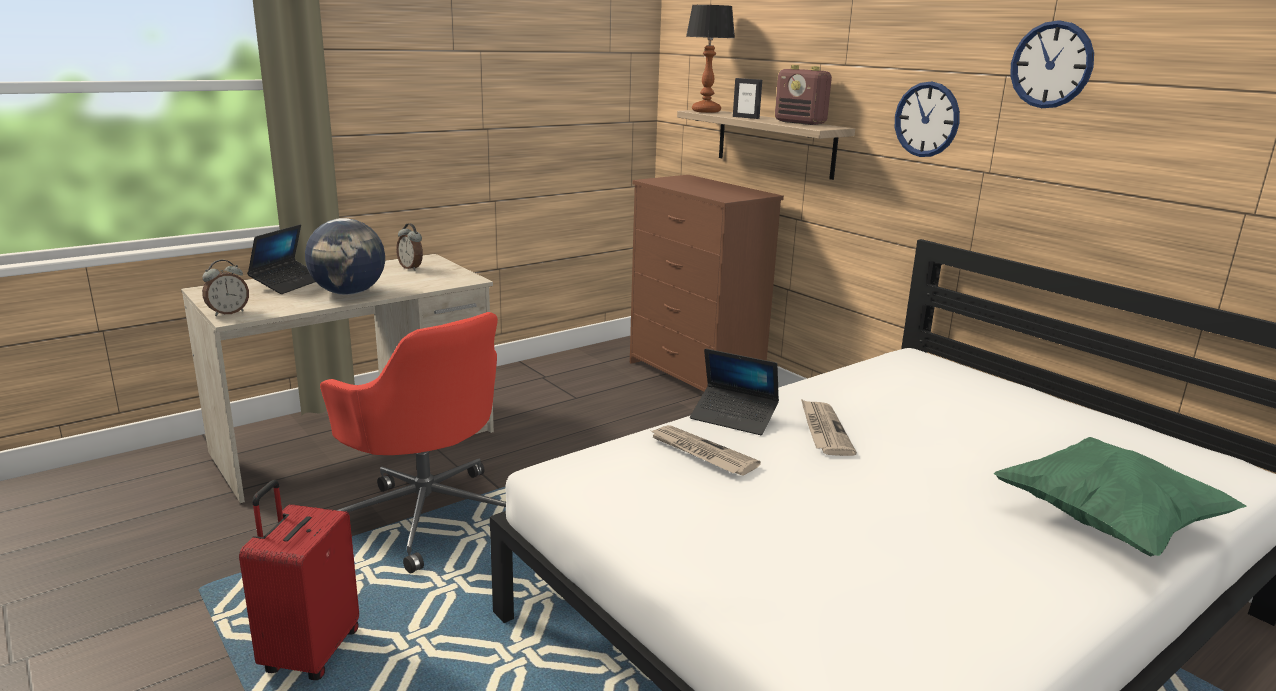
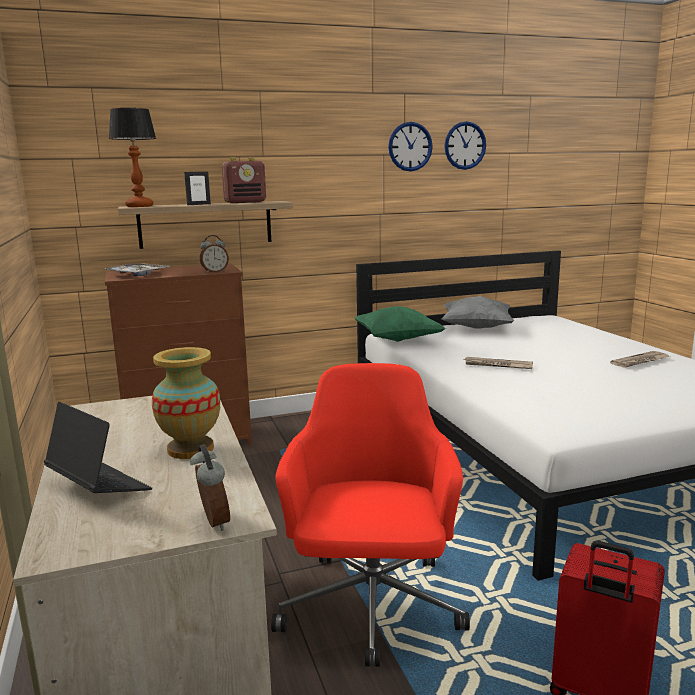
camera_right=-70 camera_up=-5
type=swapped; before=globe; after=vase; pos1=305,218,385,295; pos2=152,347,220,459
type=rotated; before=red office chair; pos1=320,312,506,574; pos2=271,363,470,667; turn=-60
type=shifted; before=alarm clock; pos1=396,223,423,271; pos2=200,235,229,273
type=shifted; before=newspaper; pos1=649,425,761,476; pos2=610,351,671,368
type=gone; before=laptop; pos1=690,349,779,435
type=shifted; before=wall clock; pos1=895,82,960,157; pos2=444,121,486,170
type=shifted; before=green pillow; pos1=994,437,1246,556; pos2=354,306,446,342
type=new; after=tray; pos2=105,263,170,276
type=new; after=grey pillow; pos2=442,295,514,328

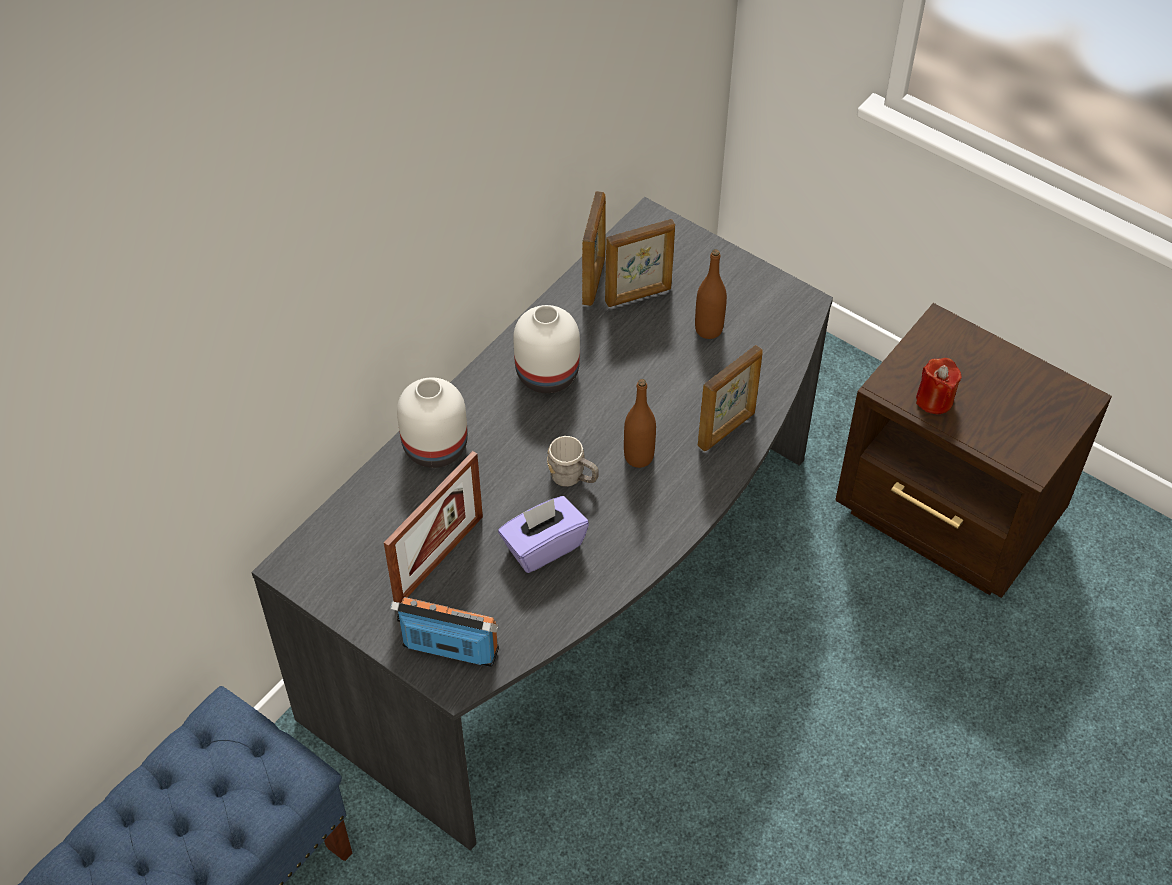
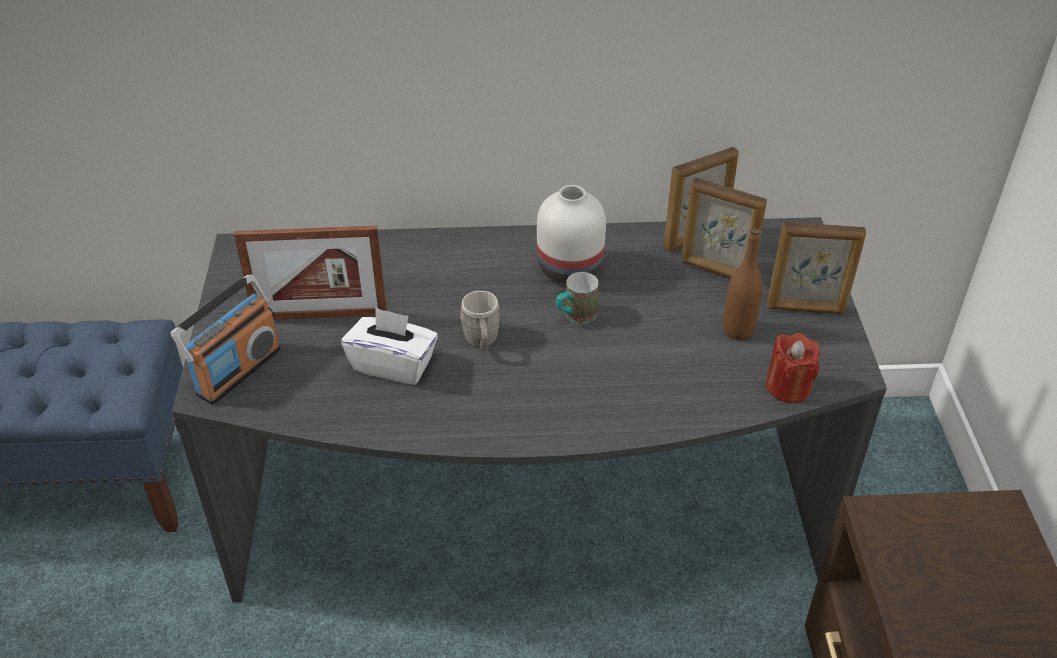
camera_right=50 camera_up=-10
type=rotated; before=radio; pos1=390,597,499,667; pos2=170,274,281,405; turn=60
type=gone; before=white vase; pos1=397,378,468,468
type=repainted; before=purple tissue box; after=white tissue box; pos1=498,496,589,573; pos2=341,307,438,385
type=gone; before=brown bottle; pos1=624,379,656,468
type=shifted; before=picture frame; pos1=698,345,763,451; pos2=767,221,866,314
type=shifted; before=red candle; pos1=916,358,962,414; pos2=766,333,820,403
type=new; after=mug; pos2=556,272,599,324

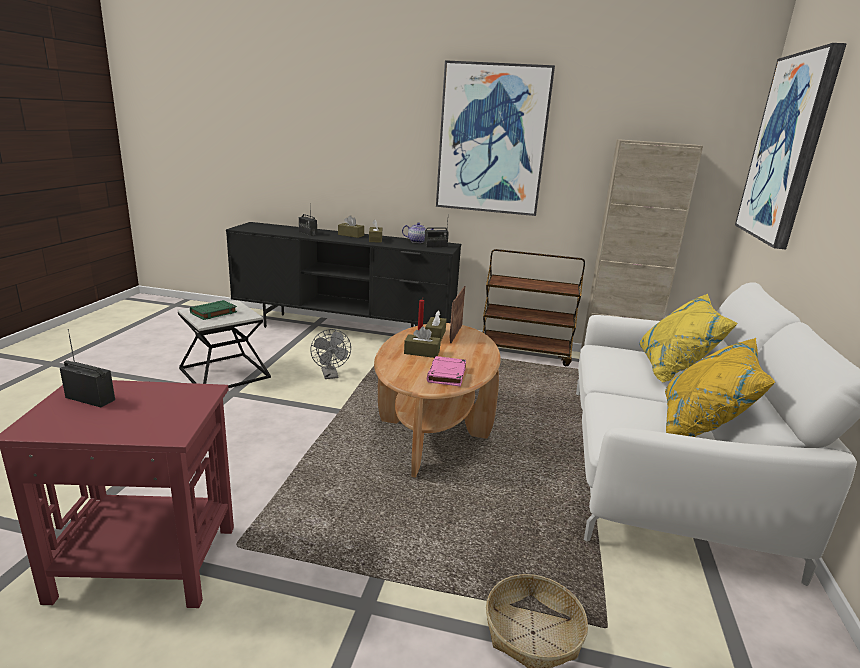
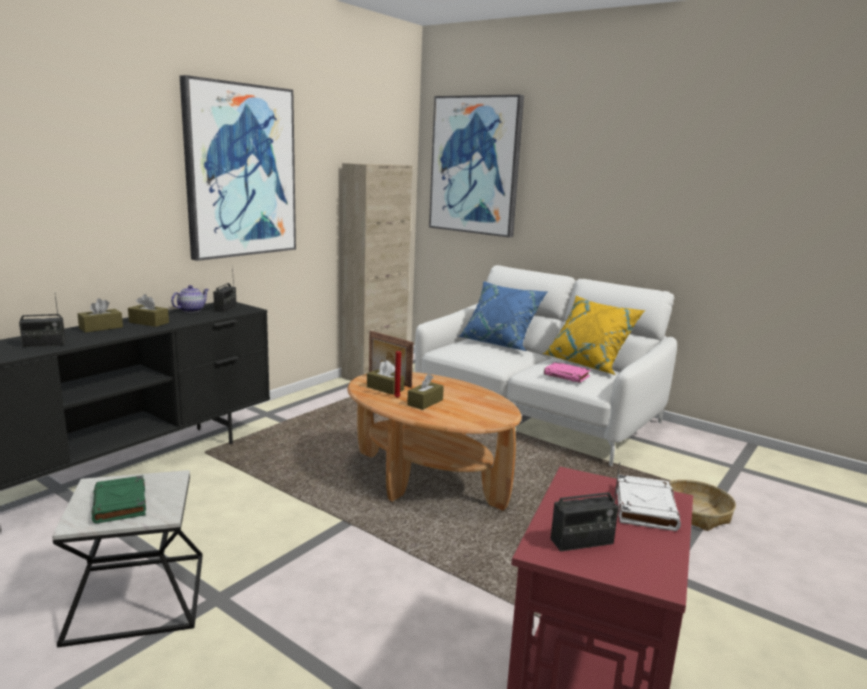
camera_right=-65 camera_up=-5
type=rotated; before=radio; pos1=60,329,115,407; pos2=551,462,620,552; turn=-150
type=gone; before=grey fan; pos1=310,329,351,379
type=shifted; before=pink book; pos1=427,356,466,387; pos2=544,362,591,383
type=gone; before=brown cart; pos1=483,249,585,366
type=repainted; before=yellow pillow; after=blue pillow; pos1=639,293,738,383; pos2=458,281,547,351
type=new; after=white book; pos2=616,475,681,531

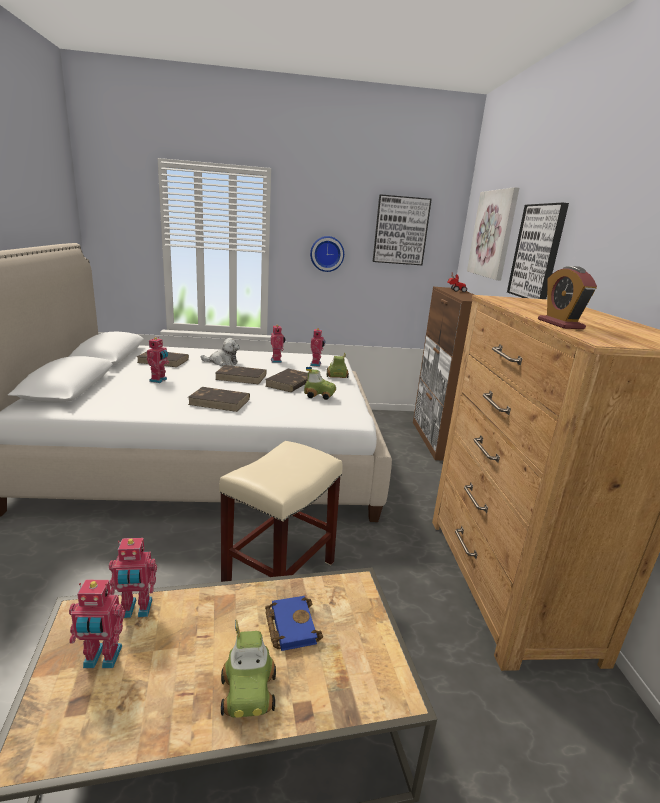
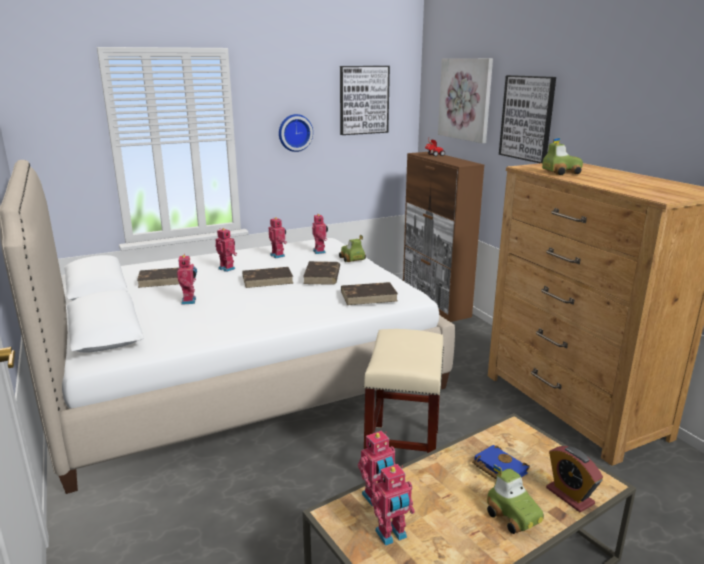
camera_right=-20 camera_up=0
type=shifted; before=brown book; pos1=188,387,250,412; pos2=341,282,398,305
type=swapped; before=plush toy; after=toy robot; pos1=201,338,239,366; pos2=215,228,237,272
type=shifted; before=toy car; pos1=304,367,336,400; pos2=542,138,583,175
type=shifted; before=alarm clock; pos1=538,266,597,329; pos2=546,446,603,513

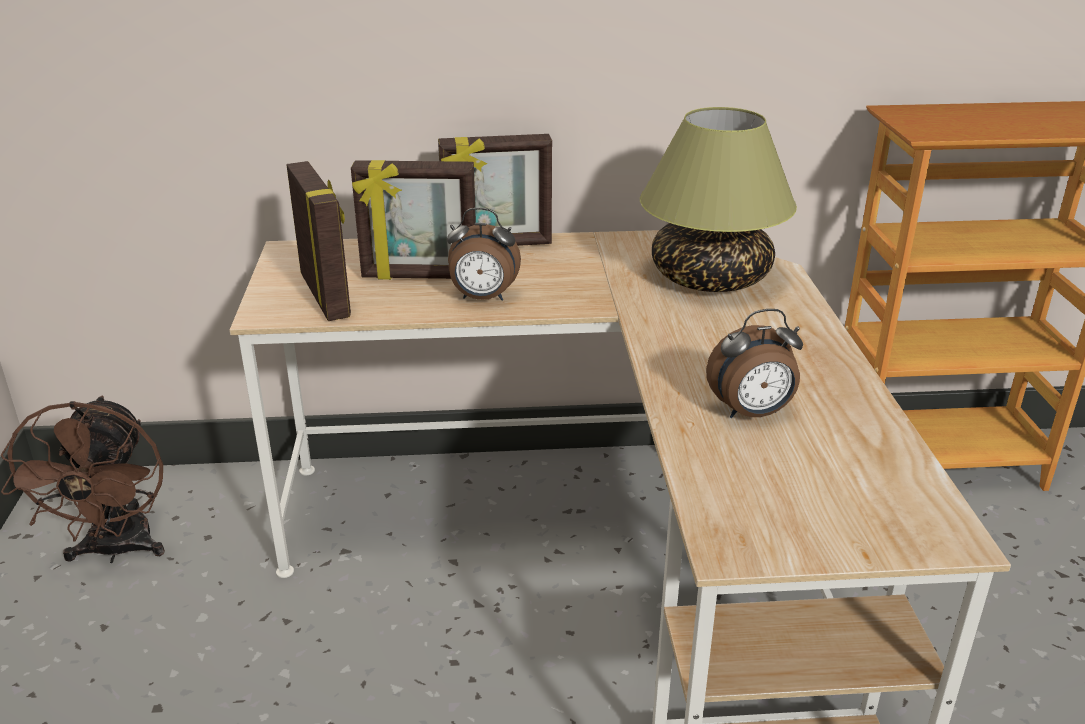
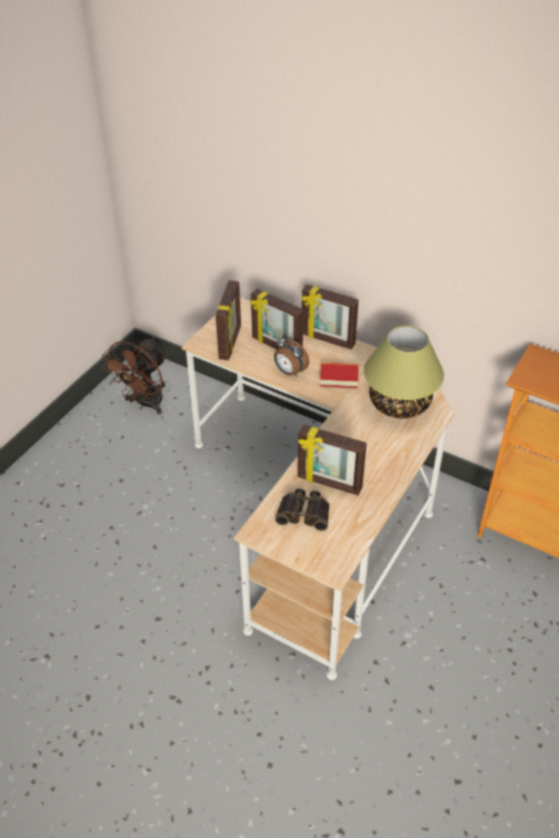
camera_right=35 camera_up=15
type=swapped; before=alarm clock; after=picture frame; pos1=706,309,803,418; pos2=298,424,367,496
type=new; after=binoculars; pos2=275,489,330,531
type=new; after=book; pos2=320,363,359,388

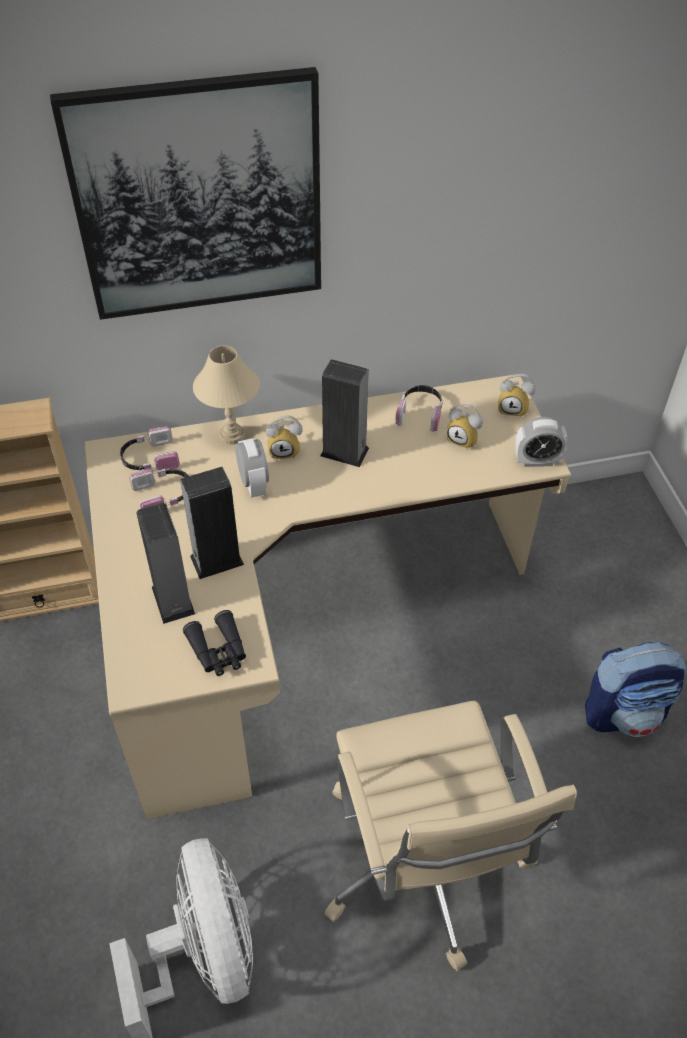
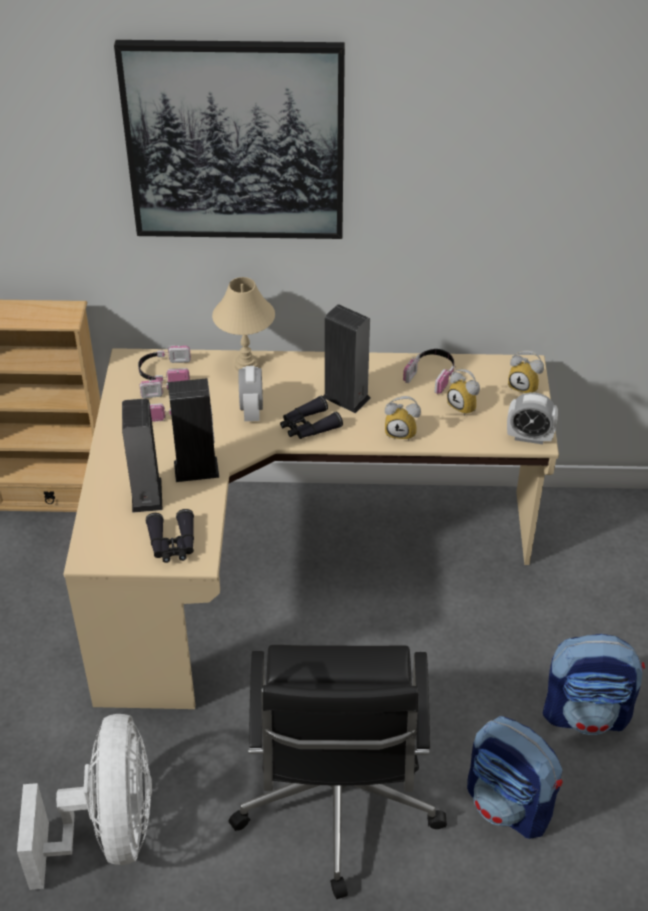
camera_right=15 camera_up=-5
type=shifted; before=alarm clock; pos1=266,415,303,459; pos2=385,396,421,441
type=repainted; before=beige office chair; after=black office chair; pos1=325,701,577,971; pos2=229,645,447,899
type=new; after=black binoculars; pos2=280,396,343,439
type=new; after=backpack; pos2=467,716,563,839

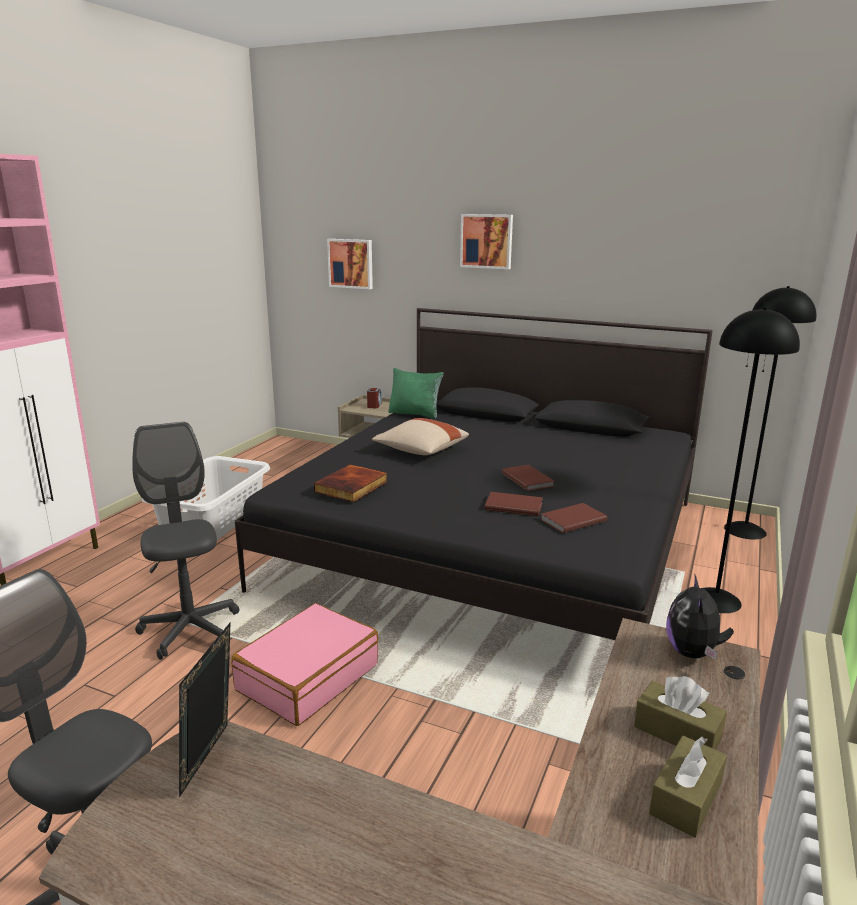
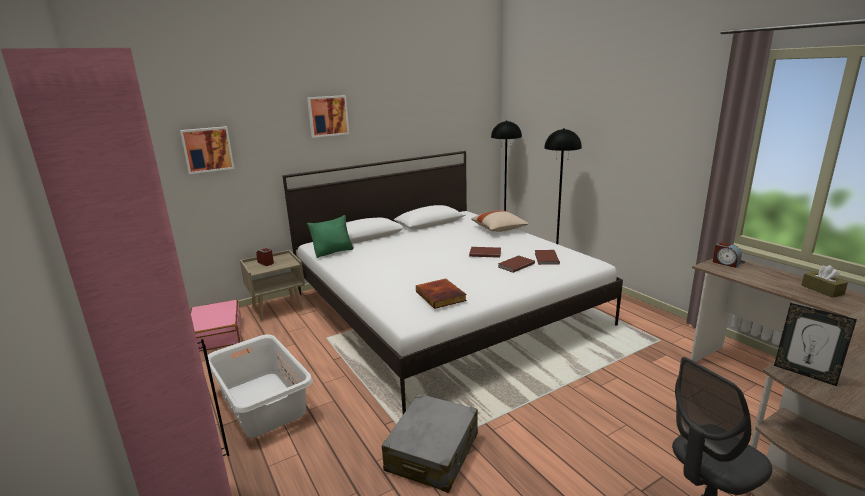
camera_right=-55 camera_up=0
type=swapped; before=grey office chair; after=grey suitcase; pos1=132,422,239,660; pos2=382,393,478,493
type=shifted; before=pink suitcase; pos1=231,603,378,726; pos2=190,300,241,352
type=repainted; before=black bed; after=white bed; pos1=235,308,713,640; pos2=282,151,623,414
type=shifted; before=beige pillow; pos1=372,418,469,455; pos2=471,210,529,232
type=gone; before=brown tissue box; pos1=634,676,727,750
type=swapped; before=plush toy; after=alarm clock; pos1=666,575,734,660; pos2=713,242,742,268

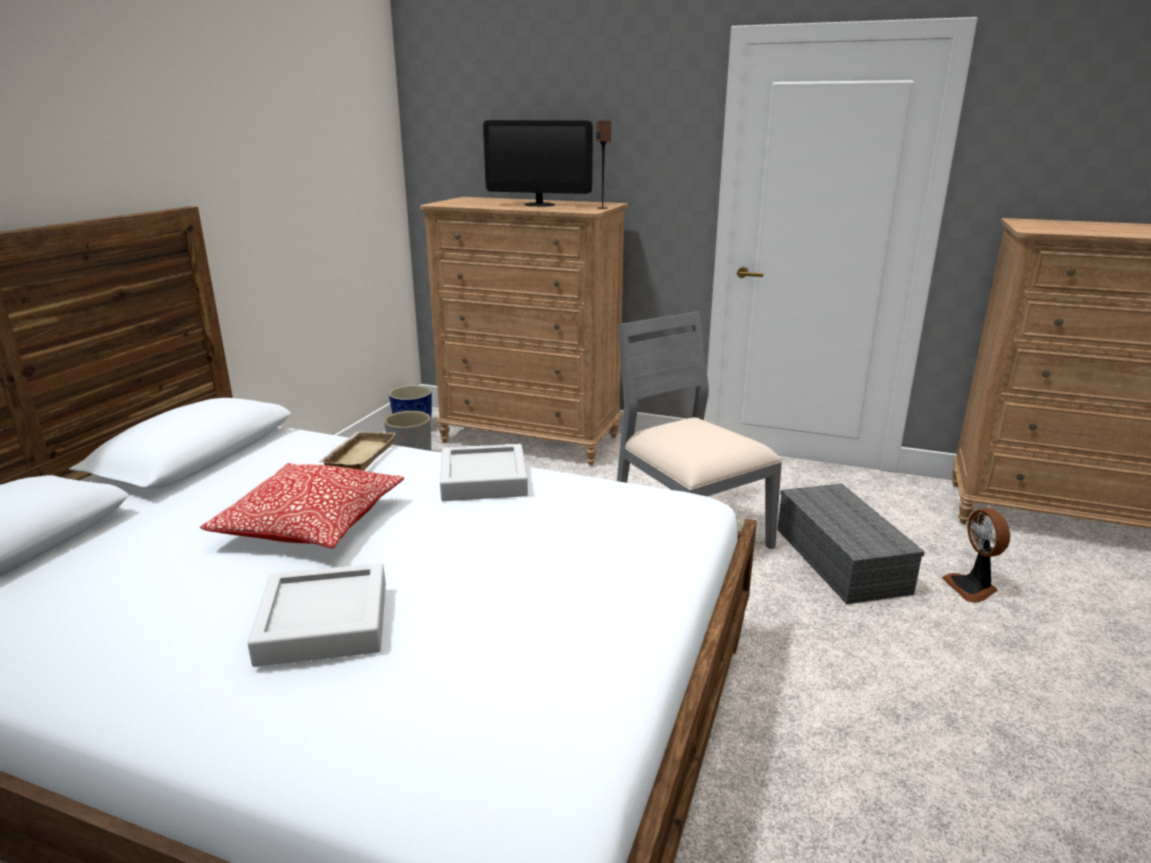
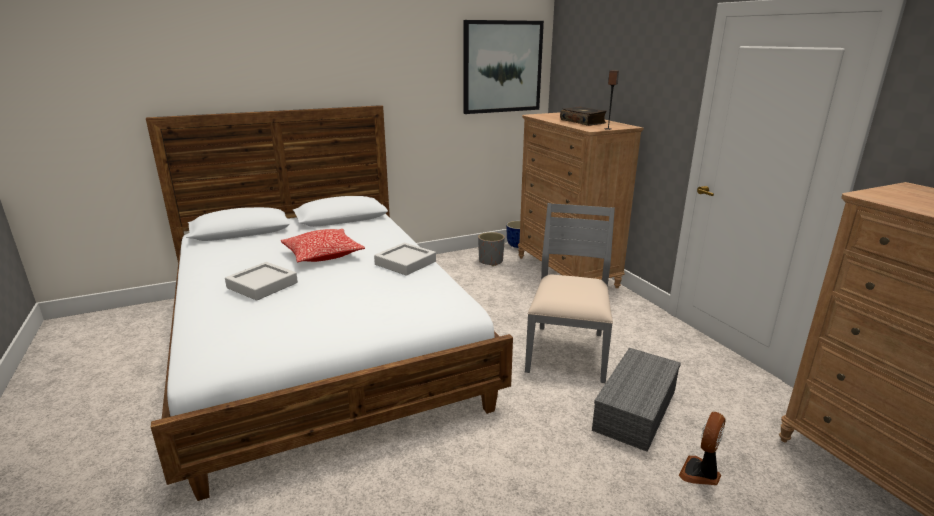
camera_right=45 camera_up=0
type=gone; before=beige tray; pos1=319,431,396,471
type=swapped; before=monitor; after=book; pos1=483,120,593,207; pos2=560,107,607,126
type=new; after=picture; pos2=463,20,544,114

